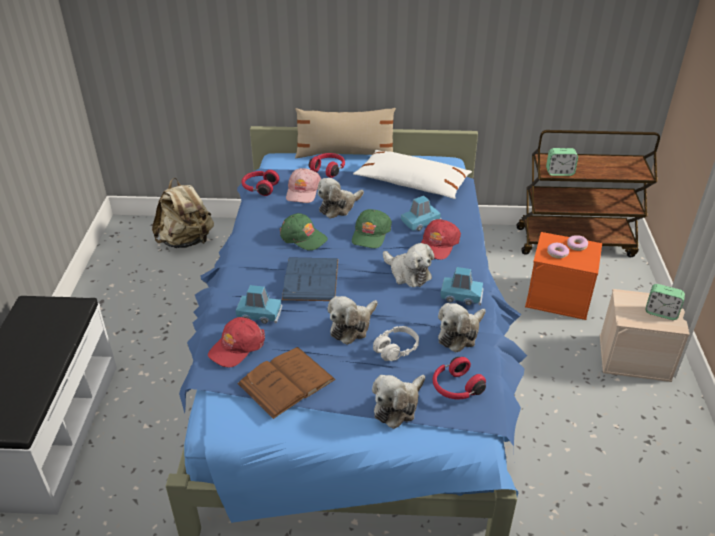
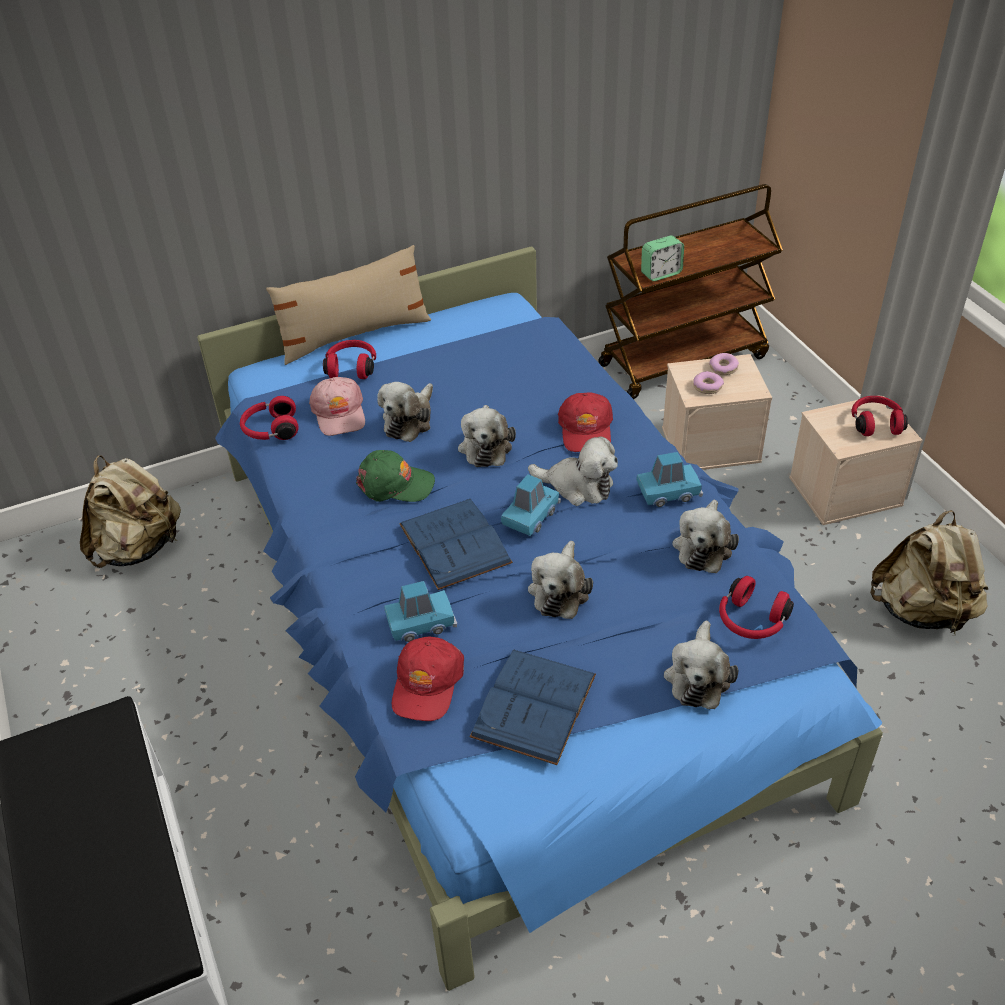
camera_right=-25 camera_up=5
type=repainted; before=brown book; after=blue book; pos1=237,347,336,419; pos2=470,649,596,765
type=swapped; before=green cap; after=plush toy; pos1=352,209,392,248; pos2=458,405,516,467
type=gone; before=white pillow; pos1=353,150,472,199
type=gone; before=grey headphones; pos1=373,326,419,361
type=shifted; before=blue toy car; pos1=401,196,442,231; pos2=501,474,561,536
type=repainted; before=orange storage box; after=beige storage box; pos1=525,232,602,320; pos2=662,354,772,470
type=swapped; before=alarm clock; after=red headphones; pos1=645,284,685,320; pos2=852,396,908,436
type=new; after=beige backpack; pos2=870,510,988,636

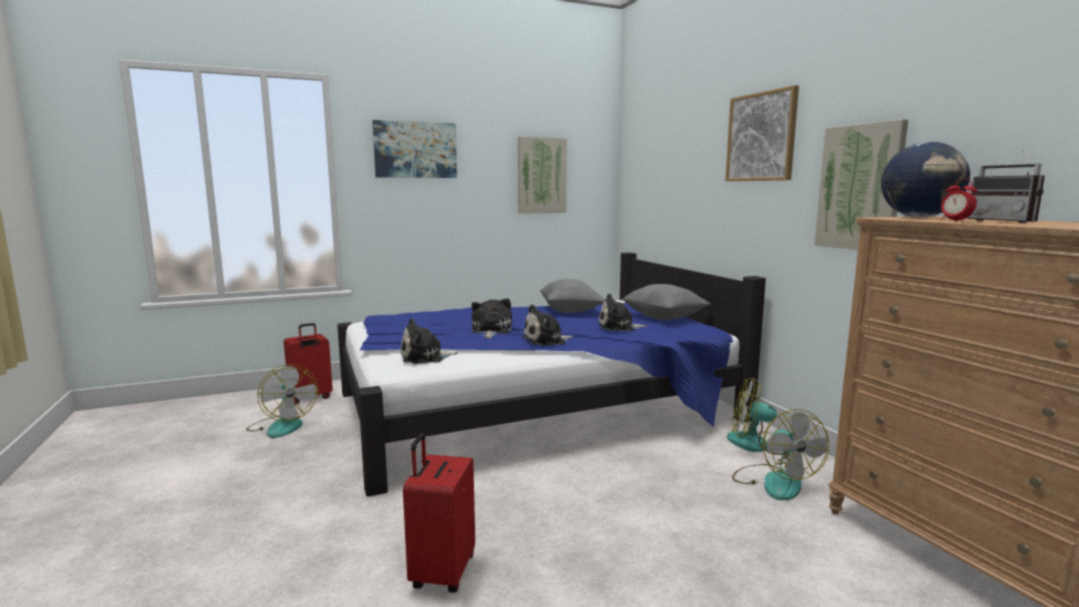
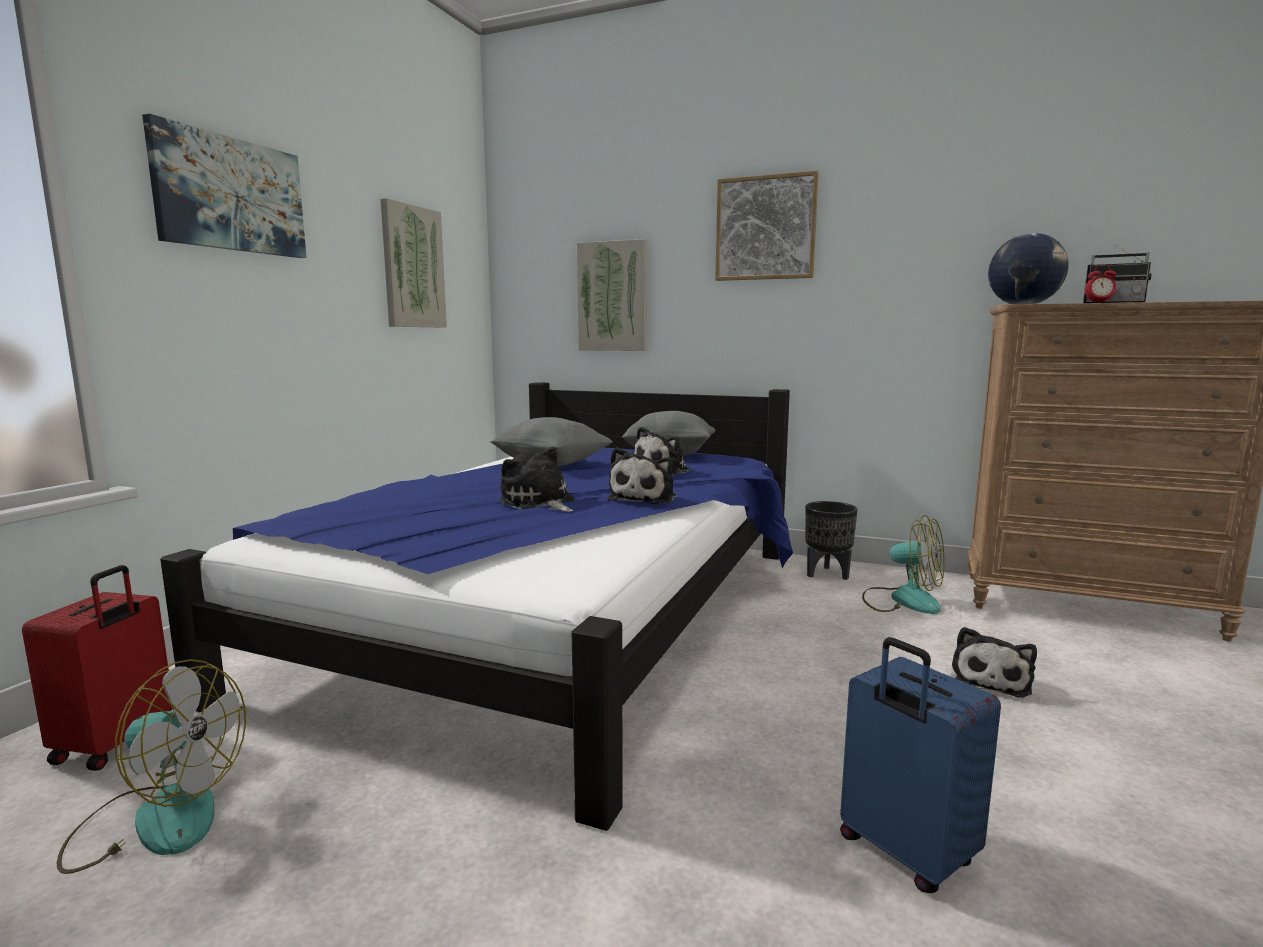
camera_right=-45 camera_up=0
type=shifted; before=plush toy; pos1=401,318,458,364; pos2=951,627,1037,698
type=repainted; before=red suitcase; after=blue suitcase; pos1=403,433,475,593; pos2=840,637,1001,893
type=swapped; before=fan; after=black planter; pos1=727,378,782,455; pos2=805,501,858,580
type=shifted; before=picture; pos1=815,119,908,250; pos2=577,239,647,351

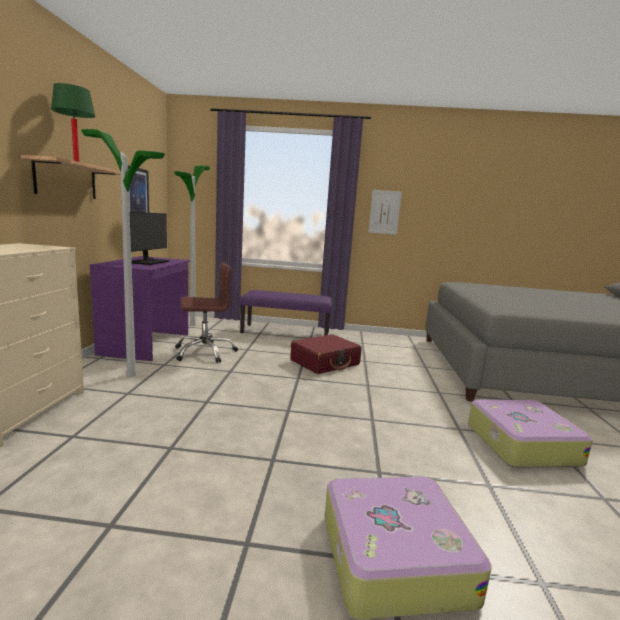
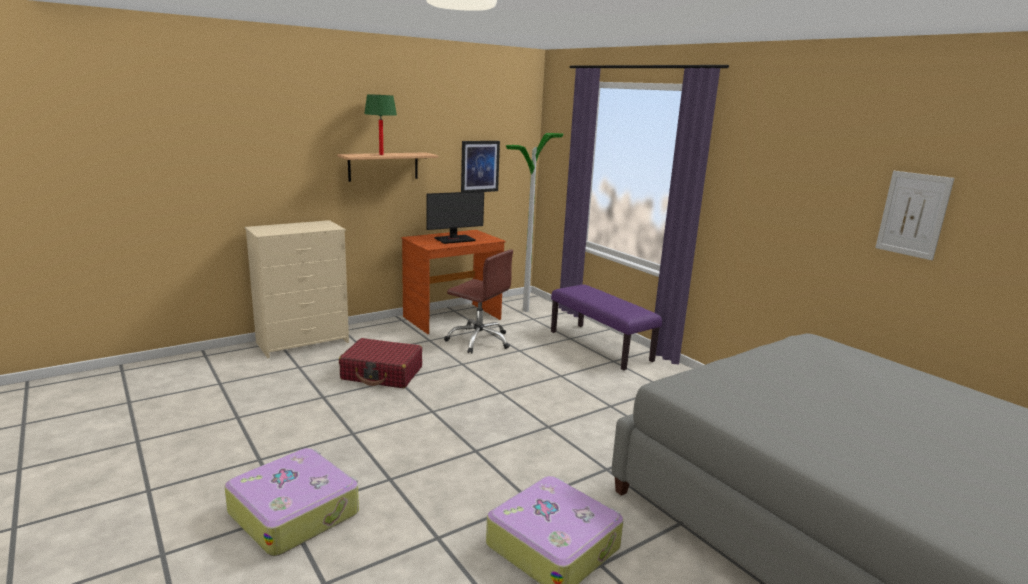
camera_right=50 camera_up=5
type=gone; before=floor lamp; pos1=81,129,165,377
type=repainted; before=purple desk; after=brown desk; pos1=90,256,190,361; pos2=401,230,506,334
type=shifted; before=red suitcase; pos1=290,334,361,374; pos2=339,338,422,388
type=shifted; before=picture; pos1=368,190,402,235; pos2=875,171,955,260

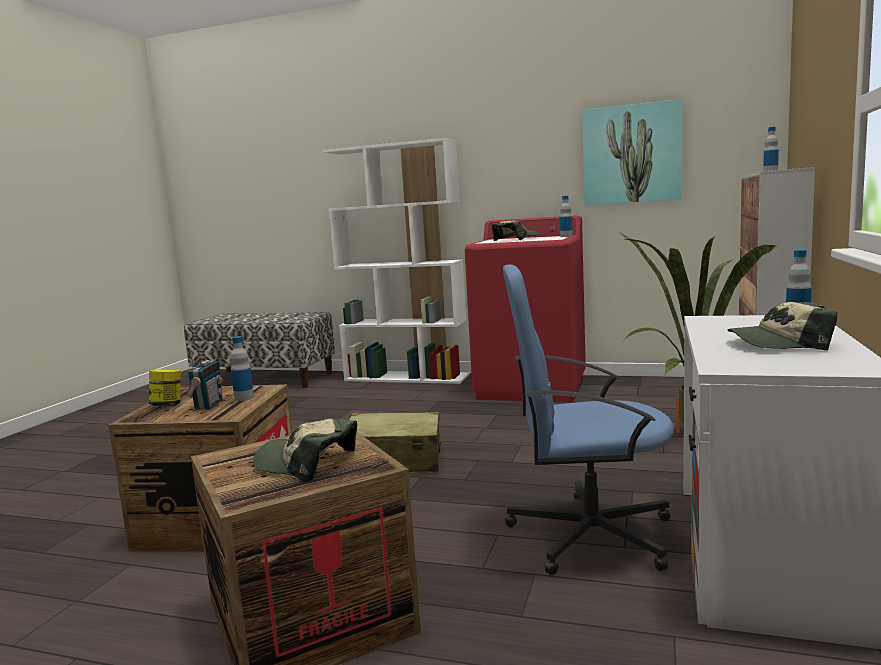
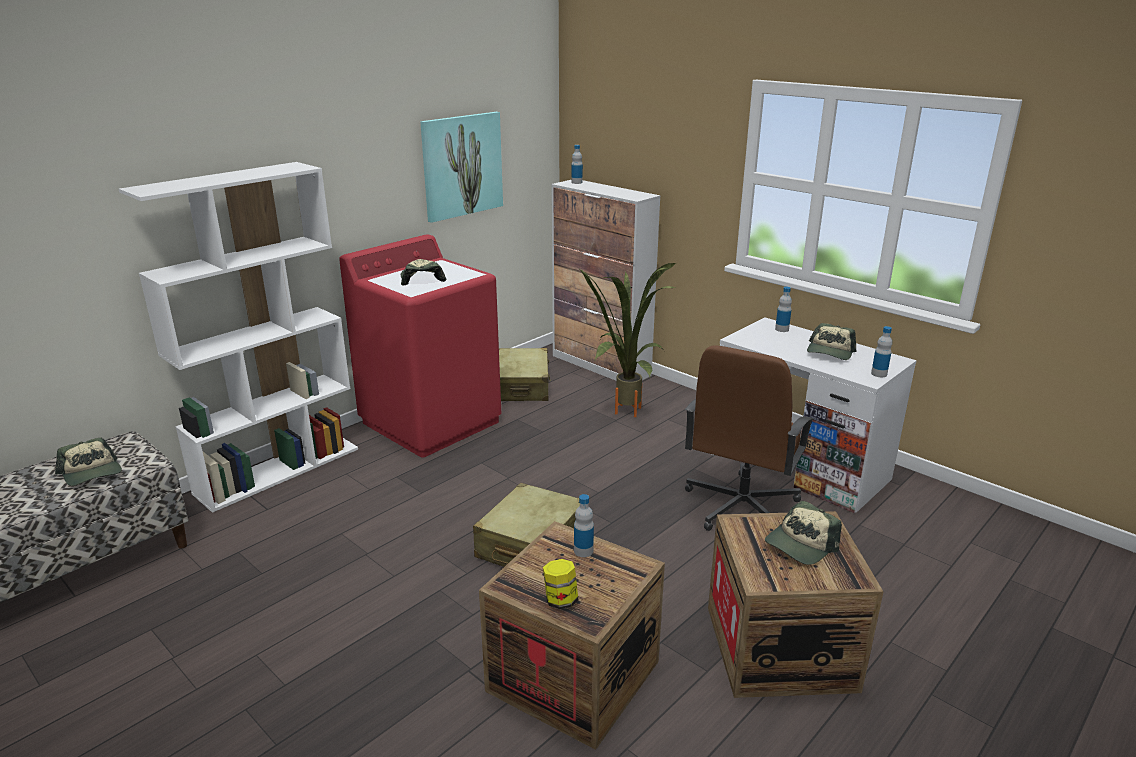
camera_right=-65 camera_up=15
type=gone; before=radio; pos1=186,346,223,410
type=repainted; before=blue office chair; after=brown office chair; pos1=503,264,674,575; pos2=685,345,815,531
type=shifted; before=bottle; pos1=560,196,573,237; pos2=871,326,892,377
type=new; after=cap; pos2=55,437,122,486
type=new; after=beige suitcase; pos2=499,348,551,401

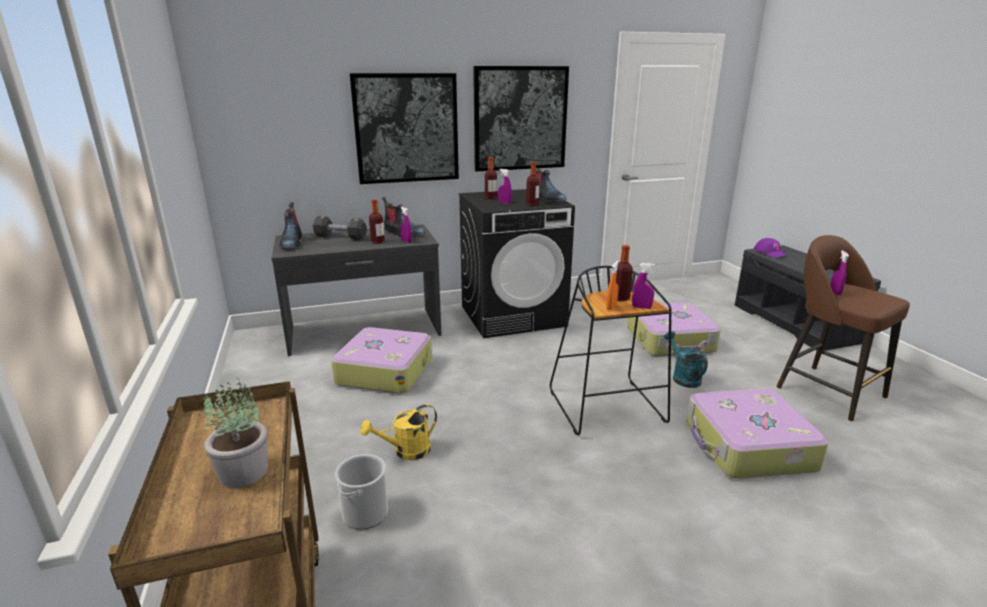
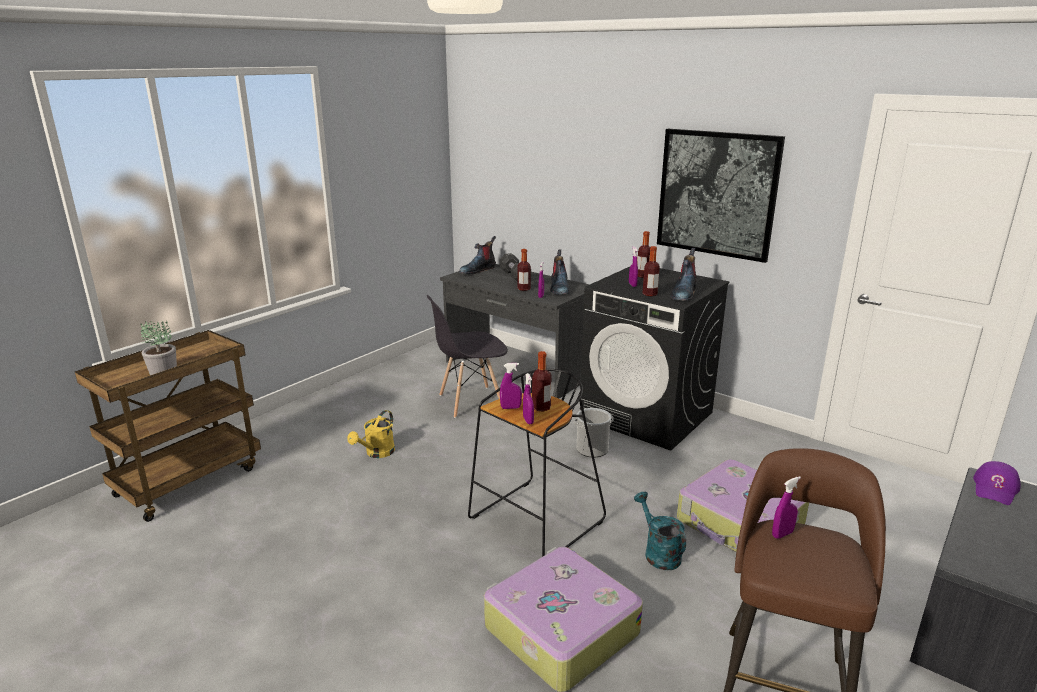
camera_right=55 camera_up=0
type=swapped; before=suitcase; after=grey chair; pos1=331,327,432,394; pos2=427,295,508,418
type=shifted; before=bucket; pos1=335,454,388,529; pos2=574,408,614,458
type=gone; before=picture; pos1=350,73,459,184
type=rotated; before=yellow watering can; pos1=360,404,437,460; pos2=347,410,395,458; turn=-90
type=repainted; before=orange spray bottle; after=purple spray bottle; pos1=606,261,619,310; pos2=500,363,522,409
type=rotated; before=turquoise watering can; pos1=664,331,708,388; pos2=634,492,686,570; turn=-60

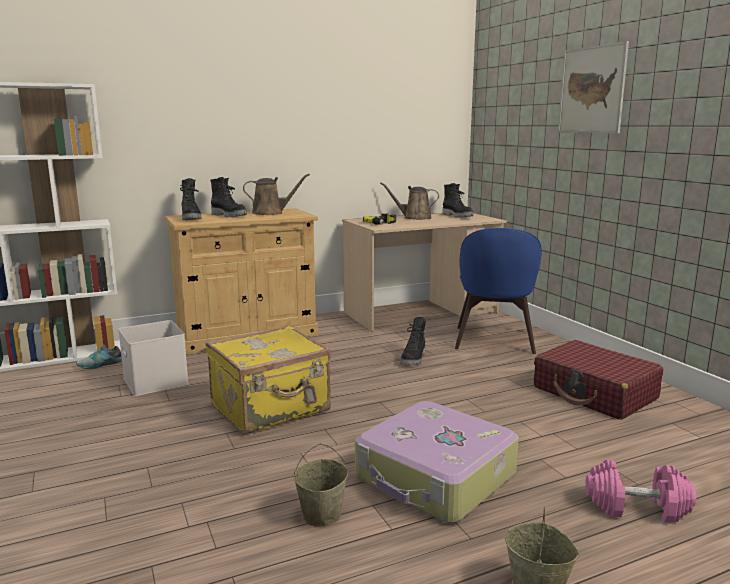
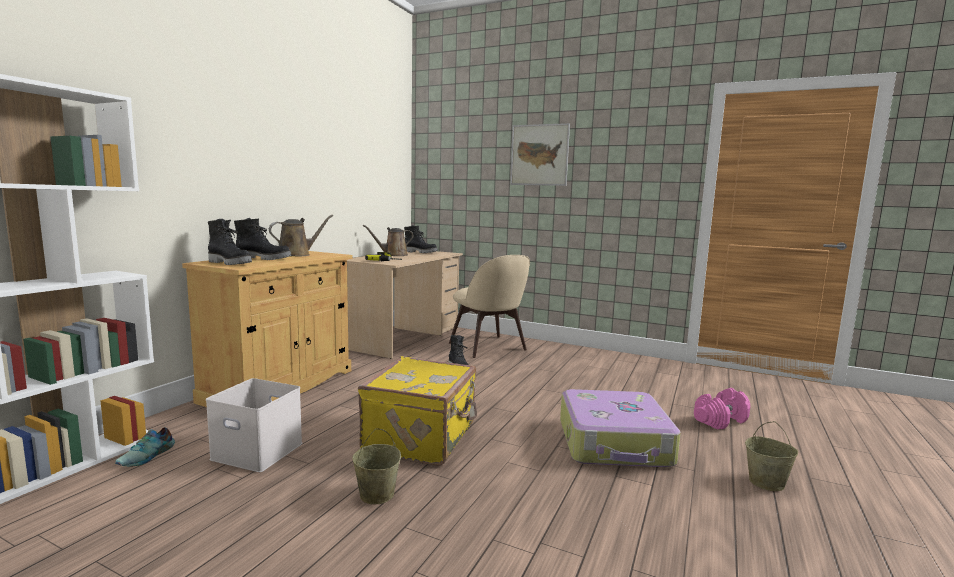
camera_right=-40 camera_up=-5
type=shifted; before=beige bucket; pos1=293,443,348,527; pos2=352,428,401,505
type=repainted; before=blue chair; after=beige chair; pos1=455,228,542,354; pos2=449,255,530,358
type=gone; before=red suitcase; pos1=534,340,663,420

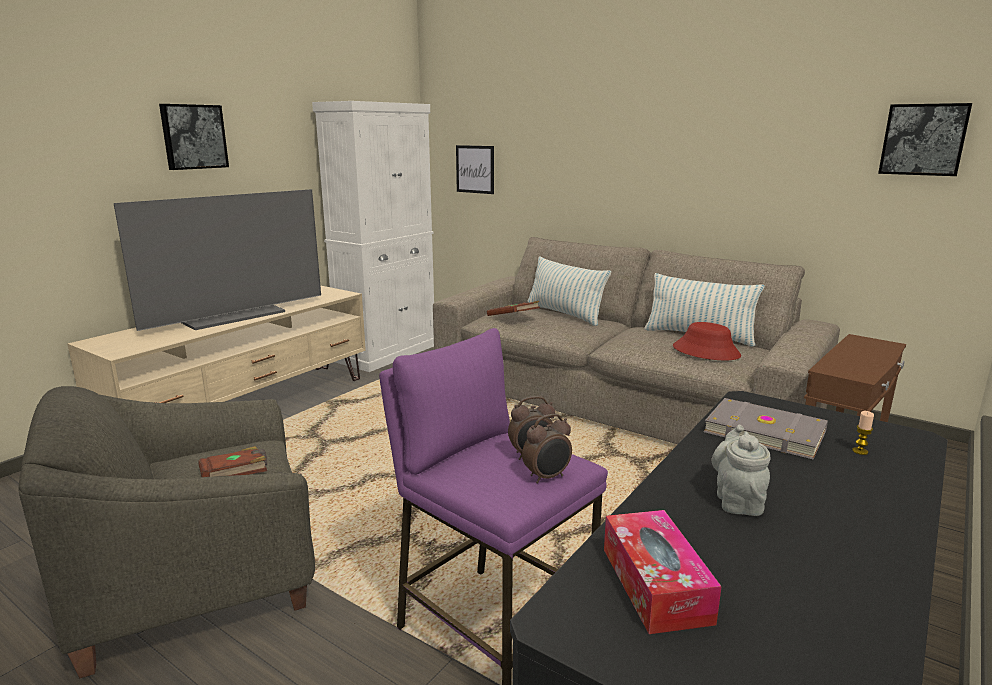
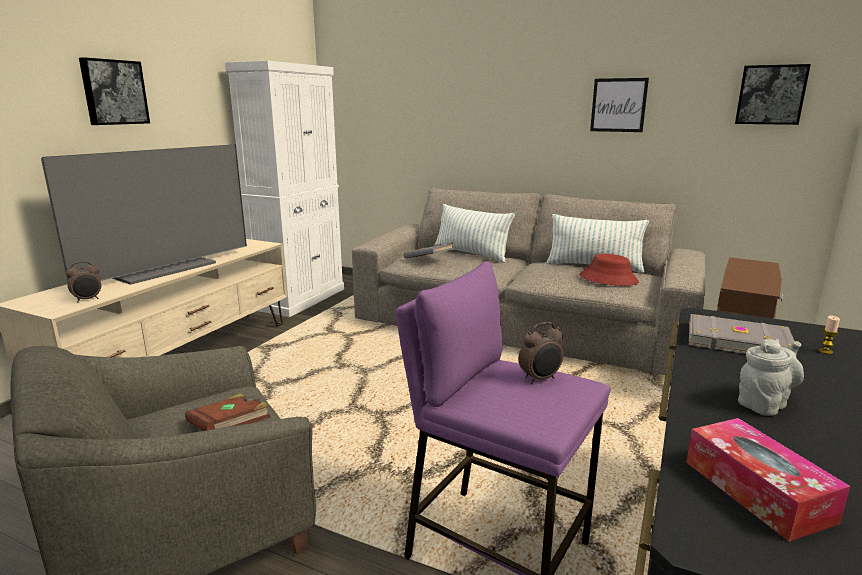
camera_right=-10 camera_up=0
type=shifted; before=picture; pos1=456,145,494,194; pos2=590,78,649,132
type=repainted; before=brown book; after=grey book; pos1=487,301,540,316; pos2=404,242,454,259
type=shifted; before=alarm clock; pos1=522,414,572,484; pos2=66,261,101,302
type=rotated; before=grey teapot; pos1=712,425,771,516; pos2=738,339,804,416; turn=60

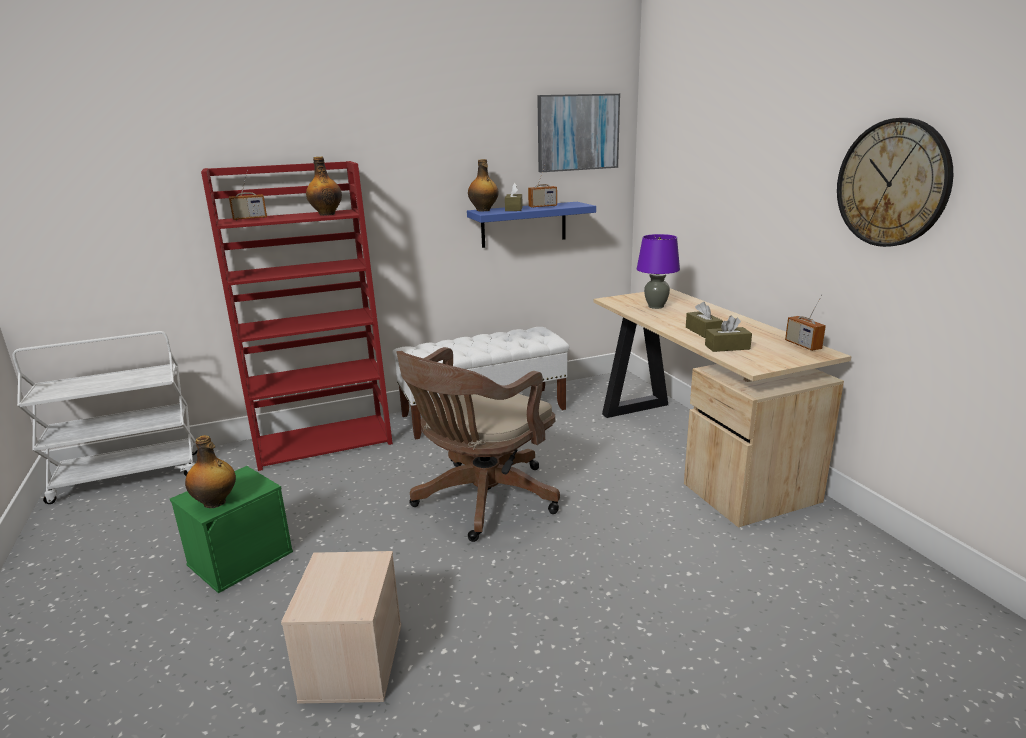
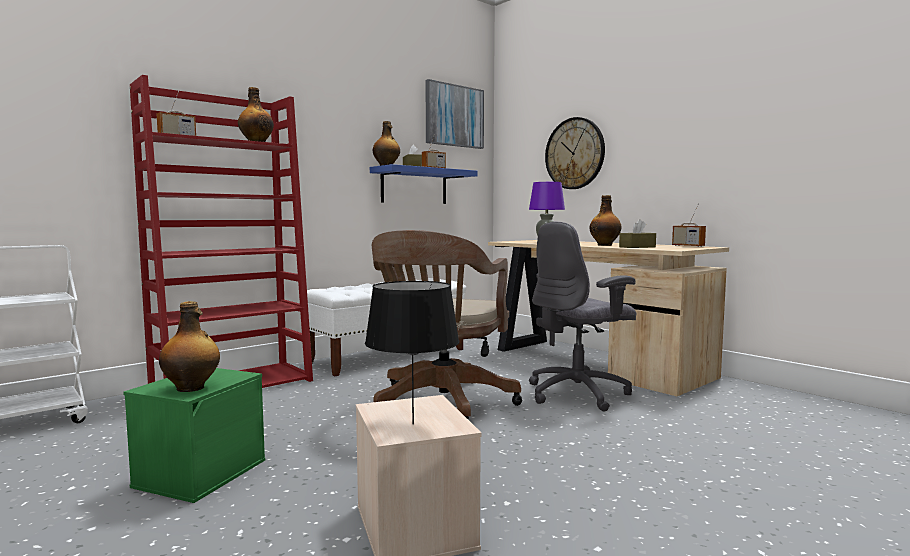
camera_right=-20 camera_up=-15
type=swapped; before=brown tissue box; after=bottle; pos1=686,302,723,338; pos2=589,195,622,246
type=shifted; before=wall clock; pos1=837,118,953,247; pos2=545,117,605,189
type=new; after=black table lamp; pos2=365,281,459,425
type=new; after=grey office chair; pos2=529,222,636,412

